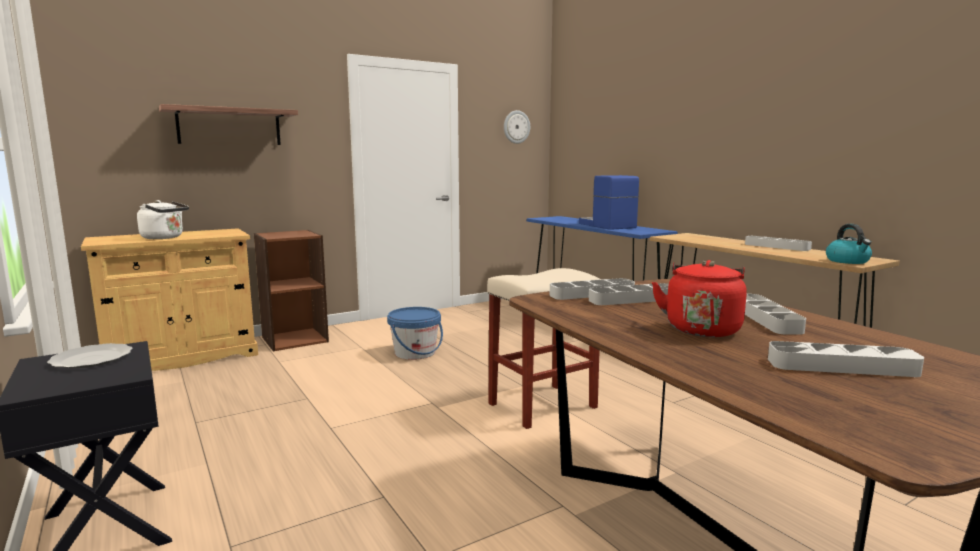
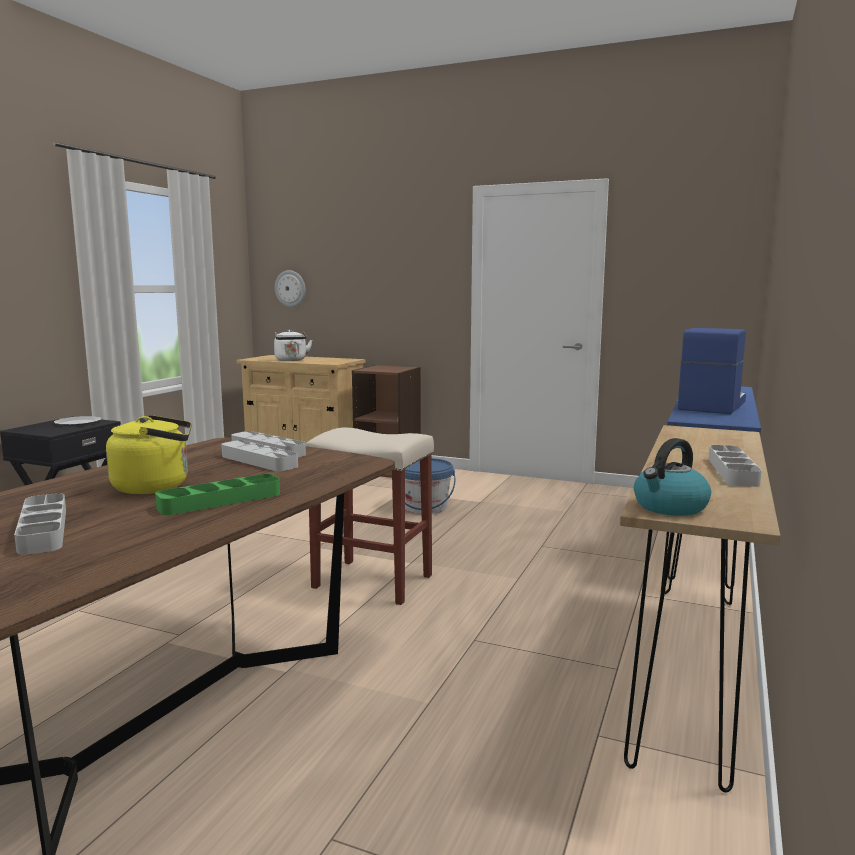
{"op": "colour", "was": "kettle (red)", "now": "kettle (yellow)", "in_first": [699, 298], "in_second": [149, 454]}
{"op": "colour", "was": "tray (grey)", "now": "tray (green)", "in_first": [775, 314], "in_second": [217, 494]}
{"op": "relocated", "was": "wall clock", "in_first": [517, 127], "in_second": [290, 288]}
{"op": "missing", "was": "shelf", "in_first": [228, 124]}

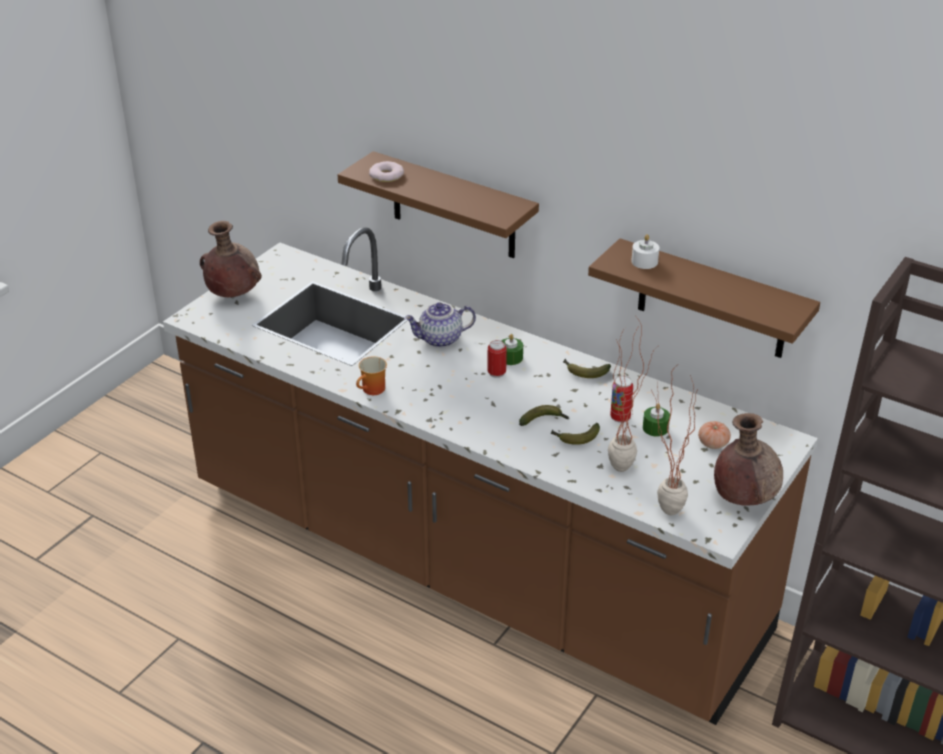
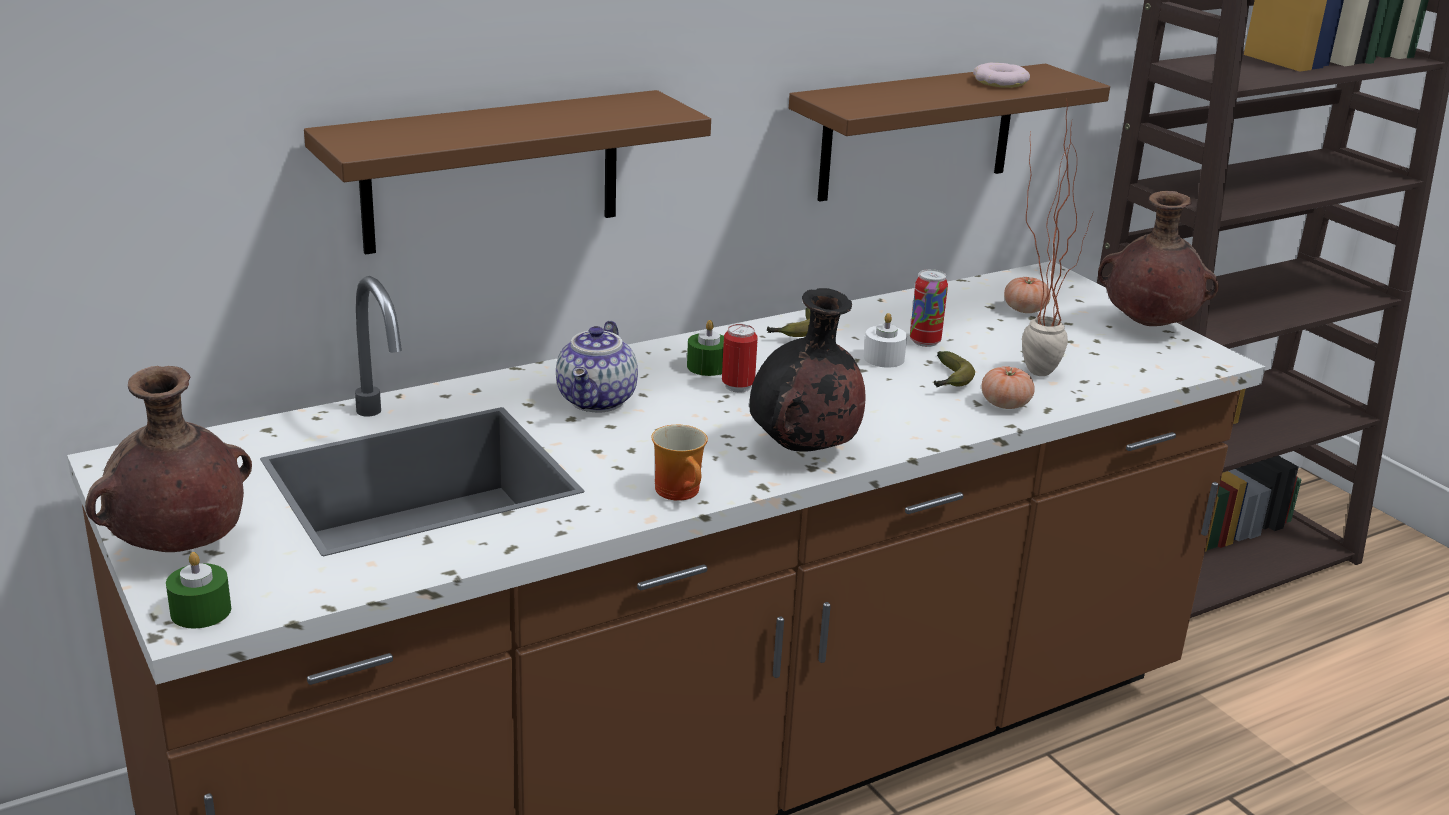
{"op": "relocated", "was": "candle (green)", "in_first": [656, 420], "in_second": [198, 590]}
{"op": "appeared", "now": "vase (black)", "in_second": [807, 369]}
{"op": "relocated", "was": "candle (white)", "in_first": [645, 251], "in_second": [885, 340]}
{"op": "relocated", "was": "donut", "in_first": [386, 171], "in_second": [1001, 75]}
{"op": "appeared", "now": "tomato", "in_second": [1008, 387]}
{"op": "missing", "was": "banana", "in_first": [544, 415]}
{"op": "missing", "was": "potted plant", "in_first": [674, 440]}

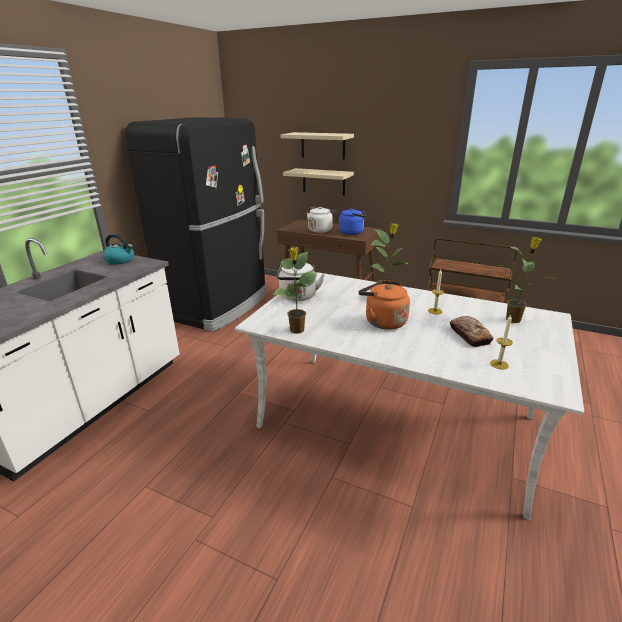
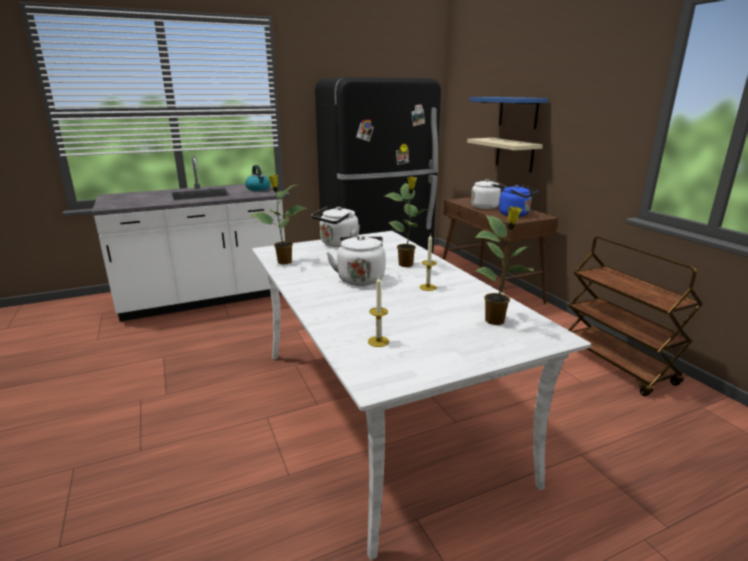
{"op": "colour", "was": "kettle (orange)", "now": "kettle (white)", "in_first": [384, 305], "in_second": [355, 260]}
{"op": "colour", "was": "shelf (beige)", "now": "shelf (blue)", "in_first": [317, 146], "in_second": [509, 113]}
{"op": "missing", "was": "bread", "in_first": [471, 331]}

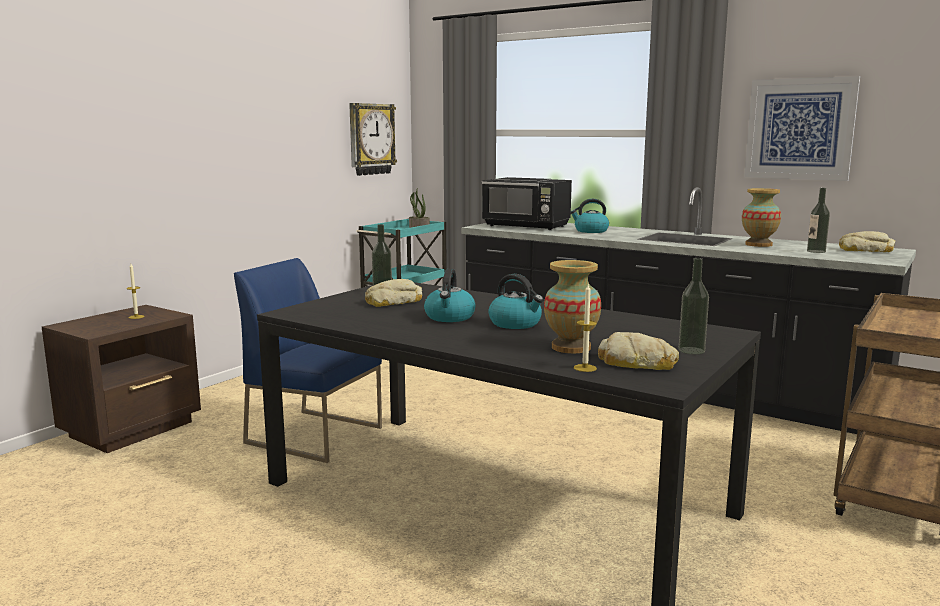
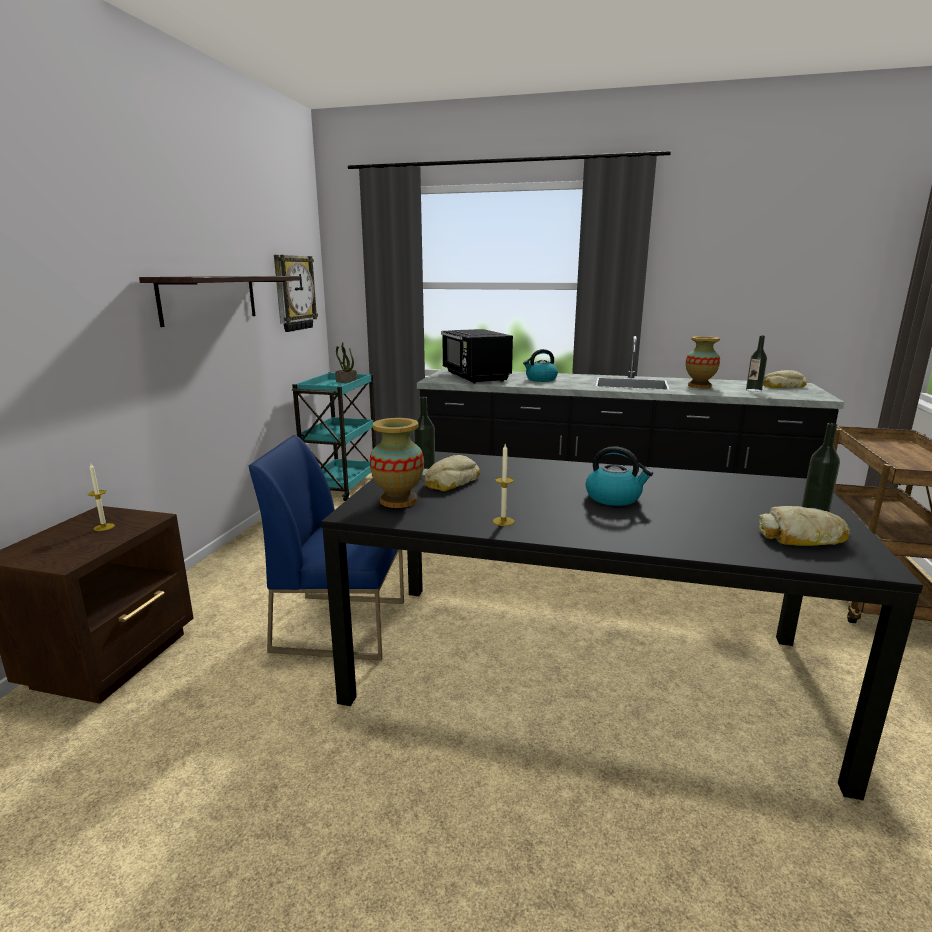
{"op": "appeared", "now": "shelf", "in_second": [219, 301]}
{"op": "relocated", "was": "vase", "in_first": [572, 306], "in_second": [397, 463]}
{"op": "spun", "was": "microwave (black)", "in_first": [527, 203], "in_second": [477, 356], "clockwise": 60}
{"op": "relocated", "was": "candle", "in_first": [585, 328], "in_second": [503, 485]}
{"op": "missing", "was": "kettle", "in_first": [449, 295]}
{"op": "missing", "was": "picture", "in_first": [802, 128]}

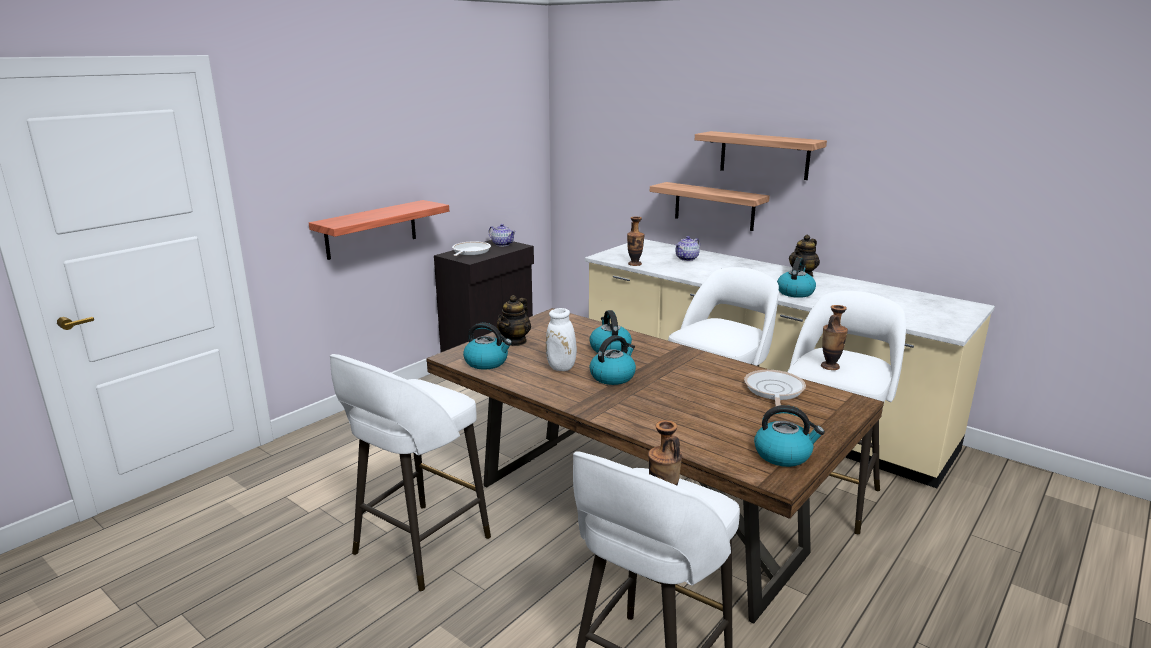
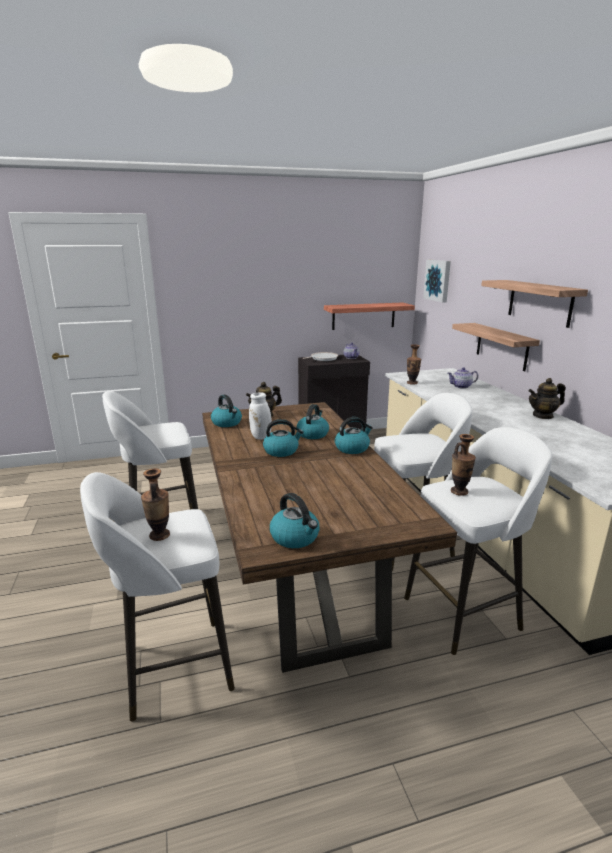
{"op": "relocated", "was": "shelf", "in_first": [379, 230], "in_second": [369, 316]}
{"op": "relocated", "was": "kettle", "in_first": [796, 278], "in_second": [354, 435]}
{"op": "appeared", "now": "picture", "in_second": [437, 281]}
{"op": "missing", "was": "frying pan", "in_first": [775, 388]}

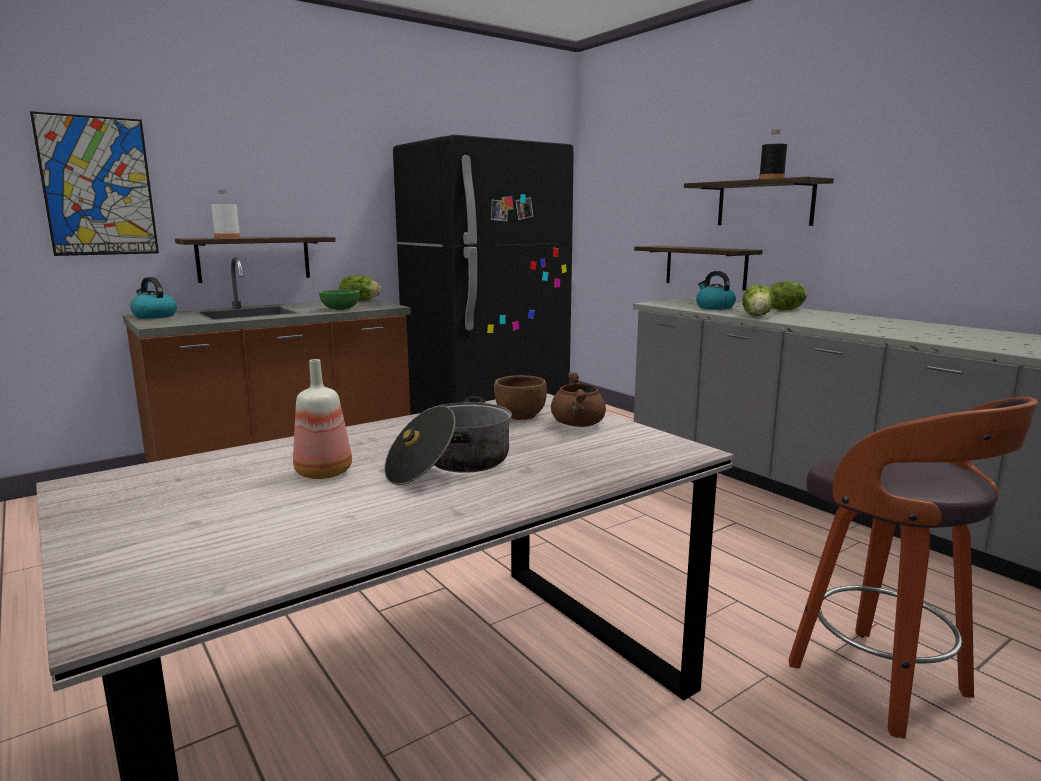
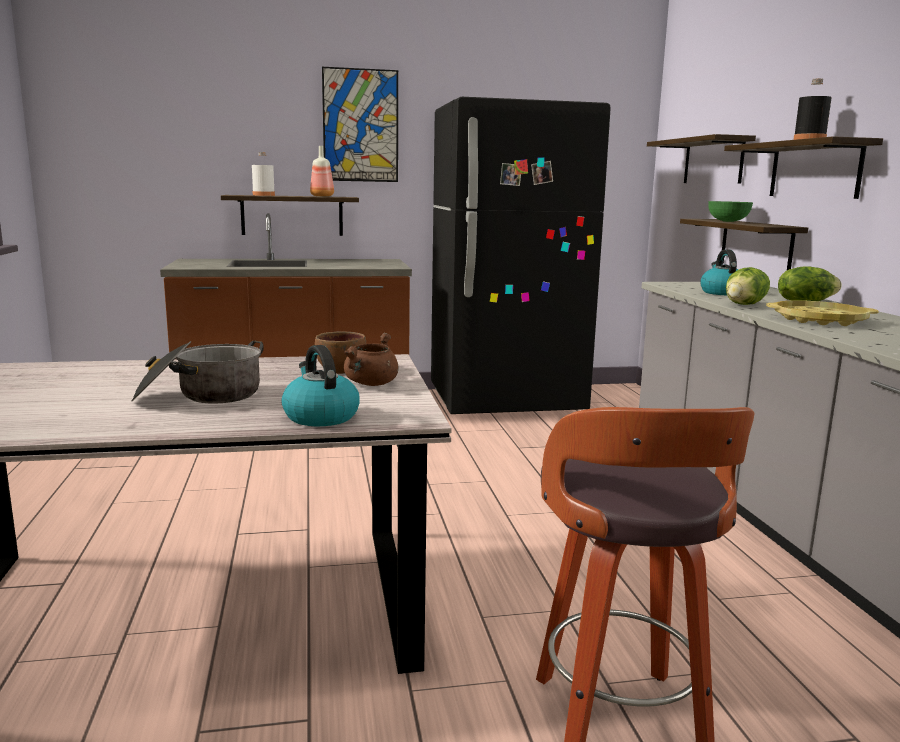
{"op": "relocated", "was": "kettle", "in_first": [153, 298], "in_second": [320, 385]}
{"op": "relocated", "was": "bottle", "in_first": [322, 419], "in_second": [322, 171]}
{"op": "relocated", "was": "picture", "in_first": [94, 183], "in_second": [360, 124]}
{"op": "appeared", "now": "shelf", "in_second": [701, 158]}
{"op": "relocated", "was": "bowl (green)", "in_first": [339, 300], "in_second": [730, 211]}
{"op": "appeared", "now": "tray (yellow)", "in_second": [822, 313]}
{"op": "missing", "was": "lettuce", "in_first": [360, 288]}

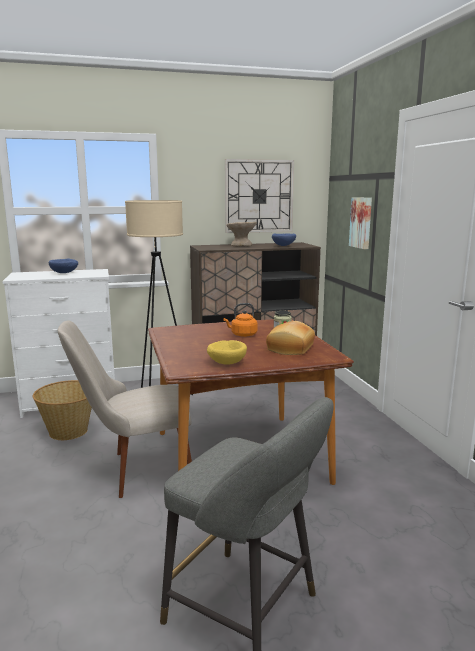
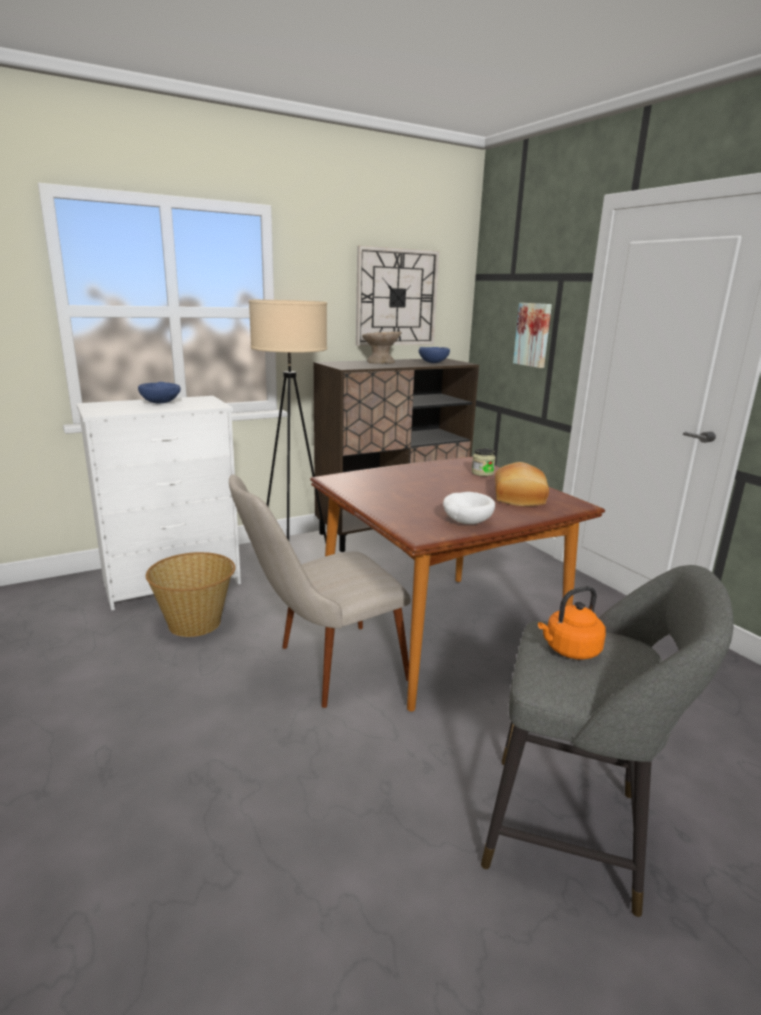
{"op": "colour", "was": "bowl (yellow)", "now": "bowl (white)", "in_first": [227, 352], "in_second": [469, 508]}
{"op": "relocated", "was": "kettle (orange)", "in_first": [240, 320], "in_second": [572, 623]}

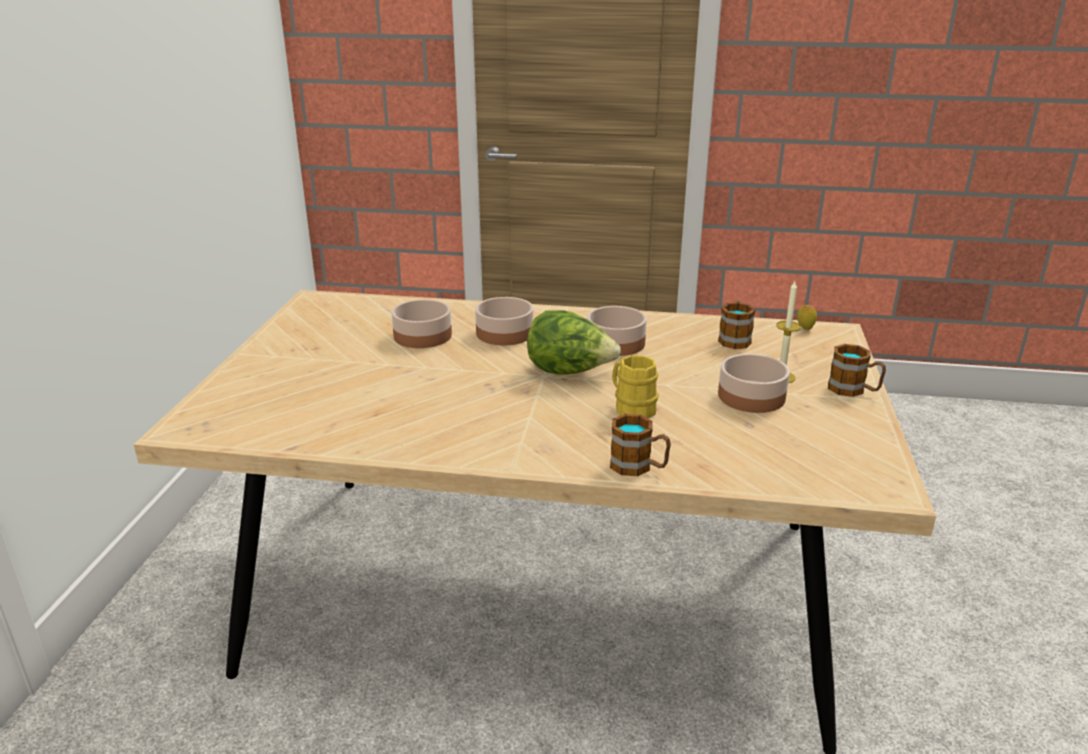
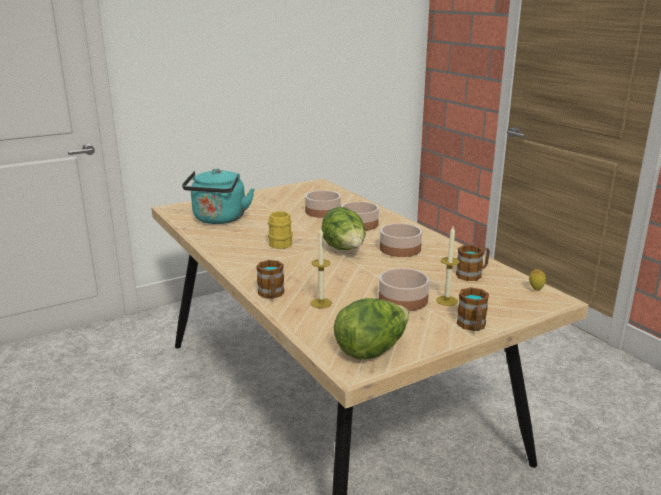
{"op": "appeared", "now": "kettle (turquoise)", "in_second": [218, 196]}
{"op": "relocated", "was": "mug (yellow)", "in_first": [635, 386], "in_second": [280, 230]}
{"op": "appeared", "now": "candle", "in_second": [321, 268]}
{"op": "appeared", "now": "lettuce", "in_second": [371, 329]}

